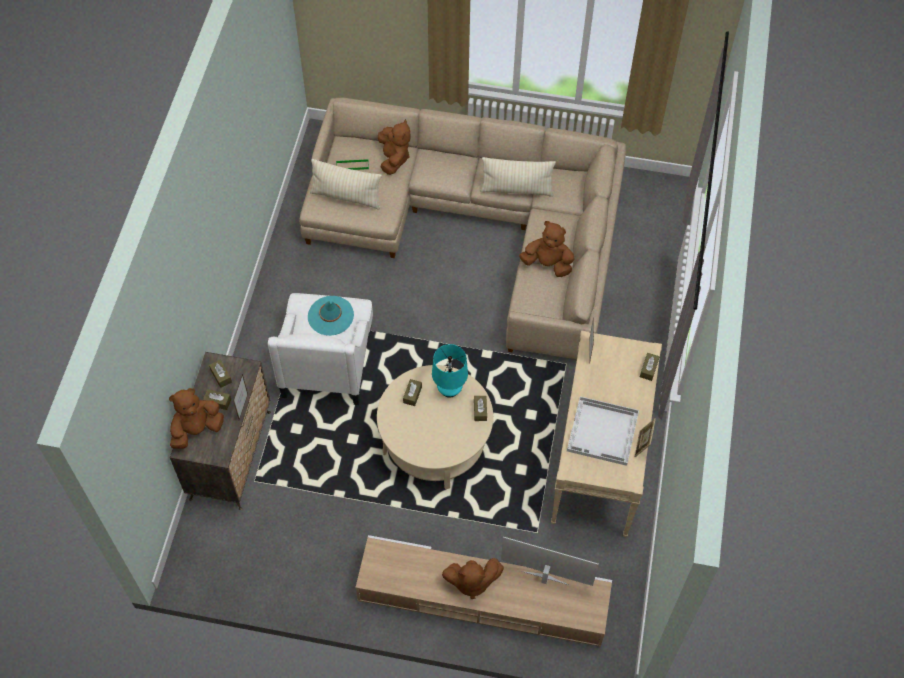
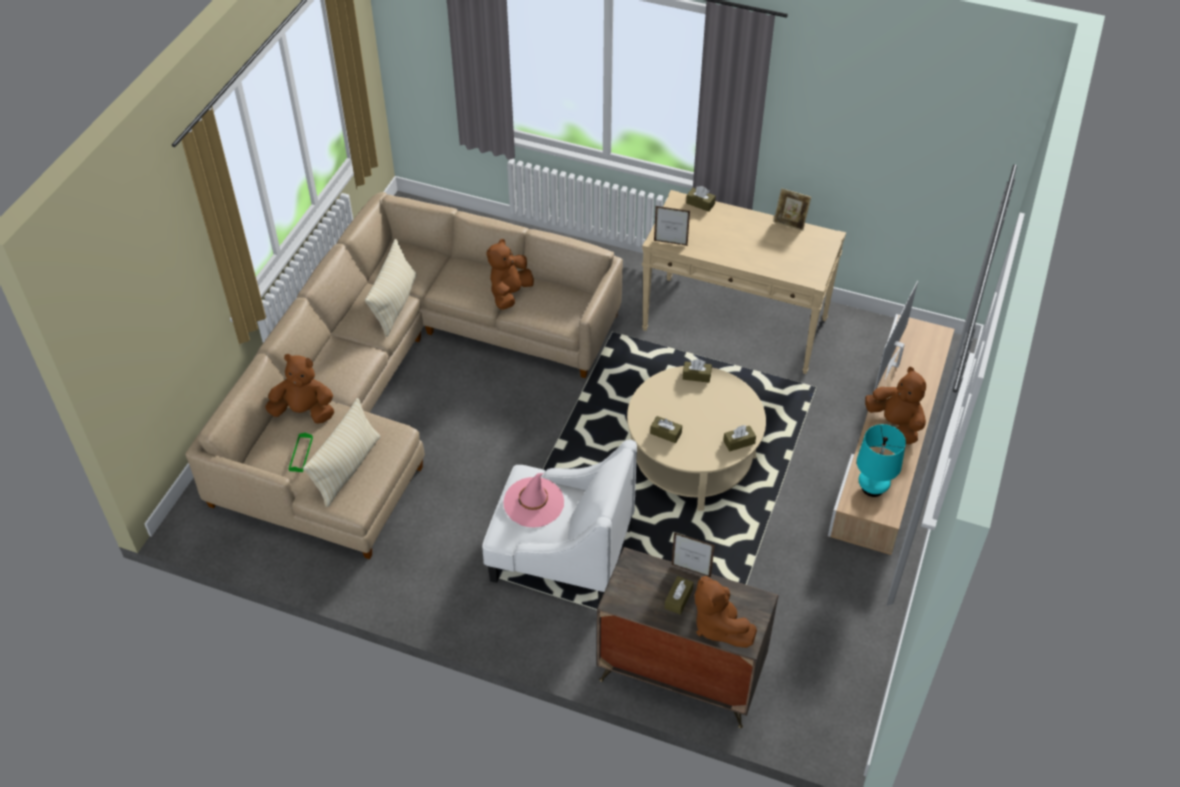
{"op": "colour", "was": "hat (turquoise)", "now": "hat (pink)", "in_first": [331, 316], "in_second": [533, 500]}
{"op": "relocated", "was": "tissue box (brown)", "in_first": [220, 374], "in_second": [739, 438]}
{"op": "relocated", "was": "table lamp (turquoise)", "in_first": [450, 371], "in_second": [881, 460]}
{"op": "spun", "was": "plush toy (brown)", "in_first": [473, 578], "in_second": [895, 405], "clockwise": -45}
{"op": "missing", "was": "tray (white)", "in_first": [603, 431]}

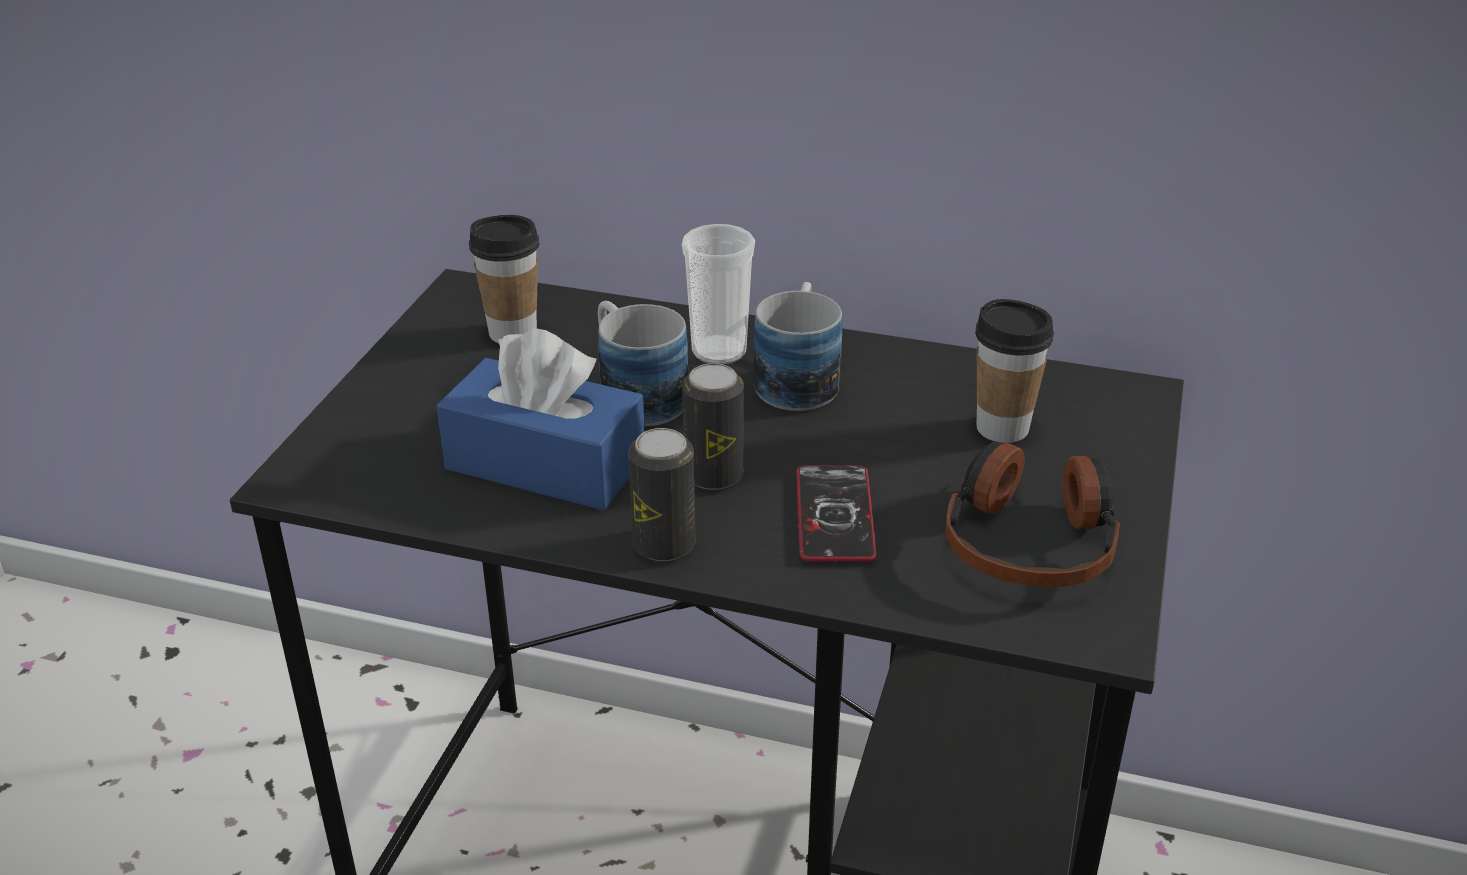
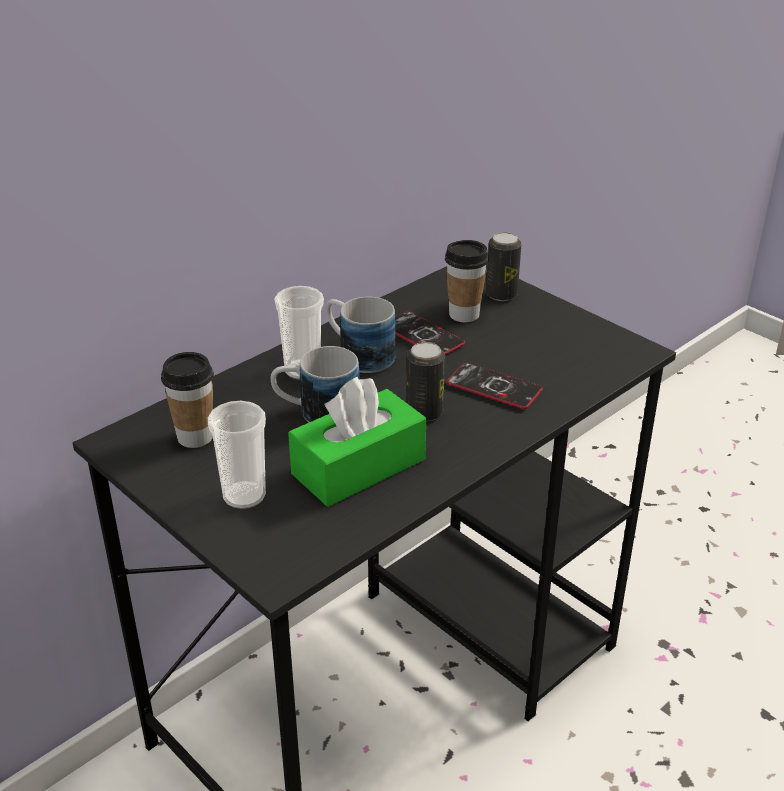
{"op": "appeared", "now": "cup", "in_second": [237, 455]}
{"op": "colour", "was": "tissue box (blue)", "now": "tissue box (green)", "in_first": [541, 419], "in_second": [357, 442]}
{"op": "appeared", "now": "phone", "in_second": [430, 333]}
{"op": "relocated", "was": "can", "in_first": [662, 494], "in_second": [503, 266]}
{"op": "missing", "was": "headphones", "in_first": [1033, 514]}

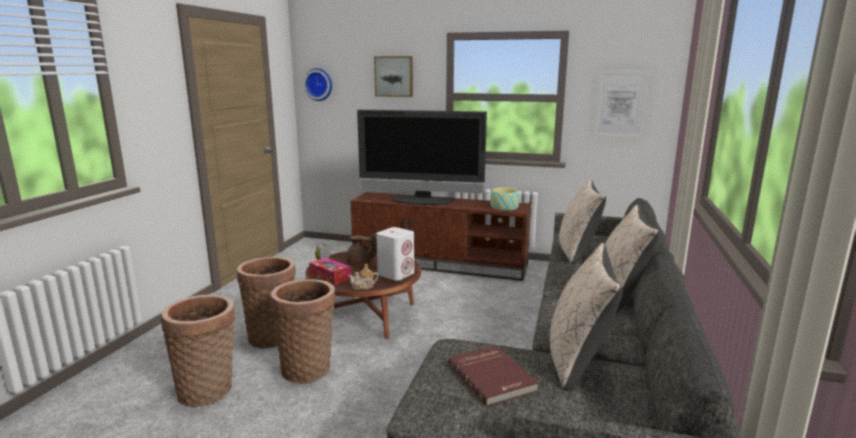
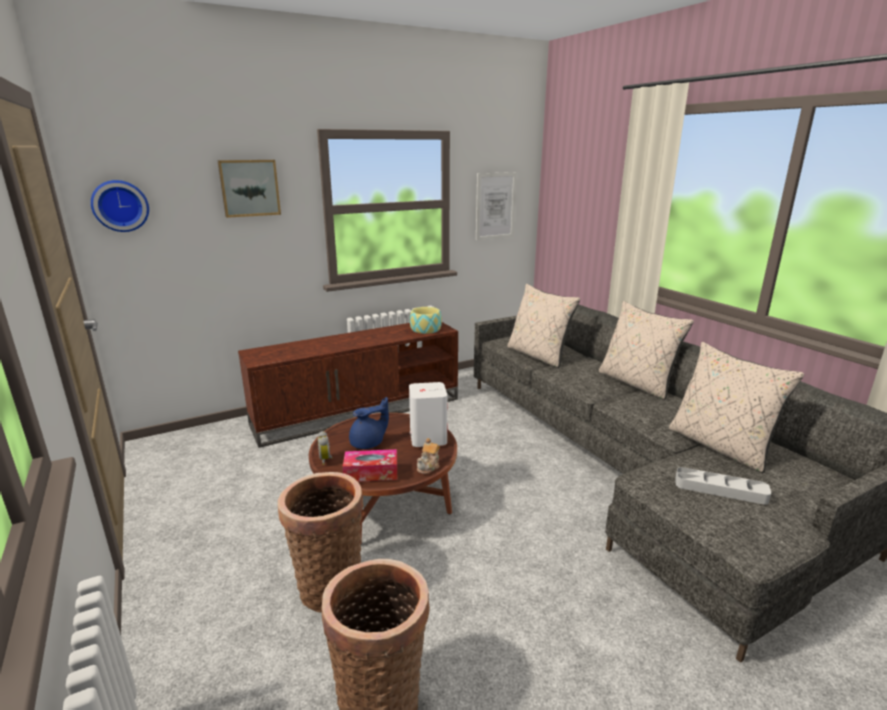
{"op": "colour", "was": "teapot (brown)", "now": "teapot (blue)", "in_first": [361, 249], "in_second": [369, 423]}
{"op": "exchanged", "was": "book (red)", "now": "tray (grey)", "in_first": [494, 376], "in_second": [723, 486]}
{"op": "missing", "was": "basket", "in_first": [303, 331]}
{"op": "missing", "was": "television", "in_first": [422, 157]}

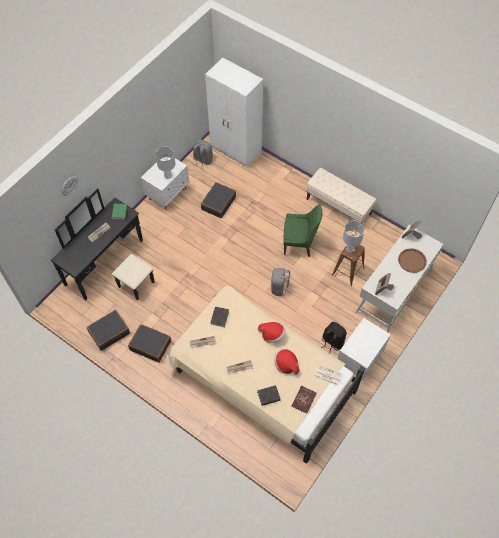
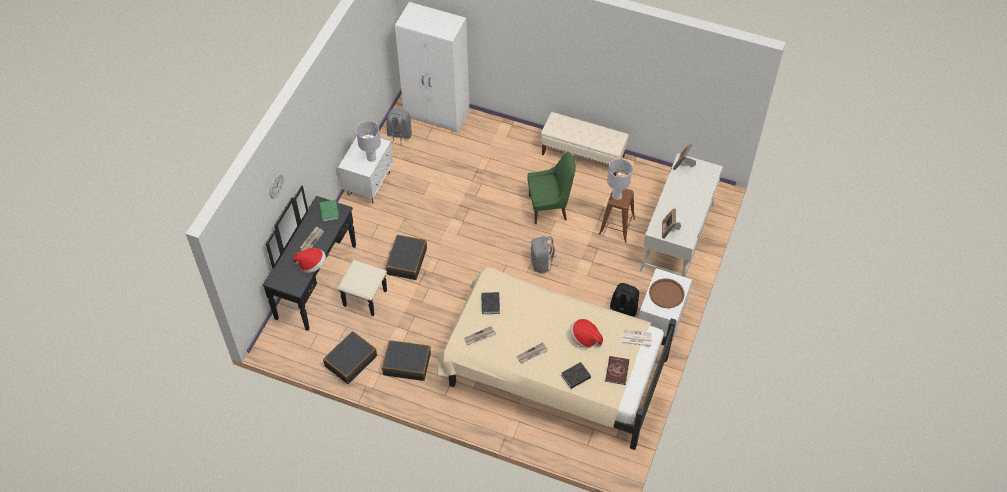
{"op": "relocated", "was": "hat", "in_first": [272, 332], "in_second": [309, 260]}
{"op": "relocated", "was": "suitcase (black)", "in_first": [218, 200], "in_second": [406, 257]}
{"op": "relocated", "was": "tray (brown)", "in_first": [412, 260], "in_second": [667, 293]}

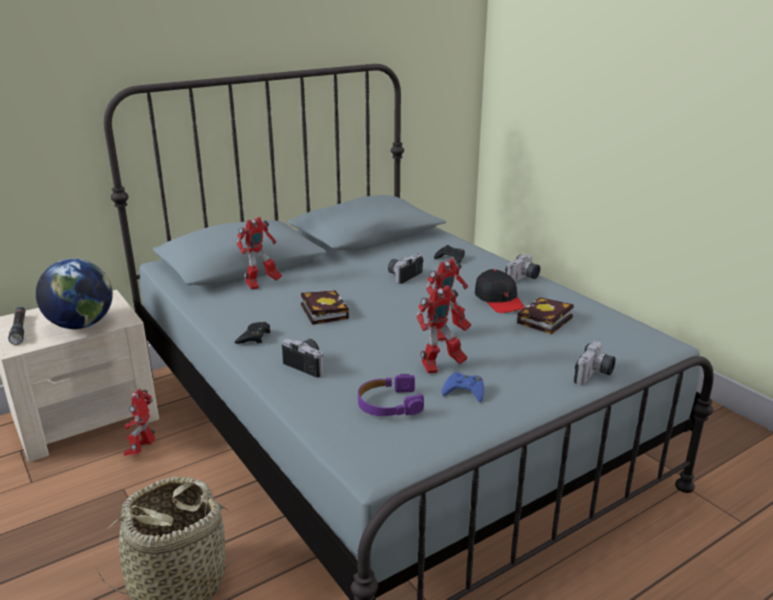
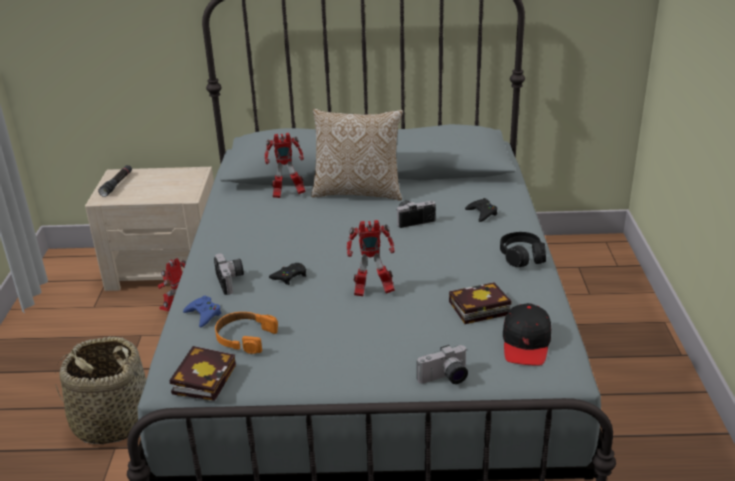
{"op": "relocated", "was": "book", "in_first": [325, 307], "in_second": [203, 373]}
{"op": "relocated", "was": "game controller (blue)", "in_first": [462, 387], "in_second": [202, 311]}
{"op": "colour", "was": "headphones (purple)", "now": "headphones (orange)", "in_first": [391, 395], "in_second": [246, 333]}
{"op": "relocated", "was": "game controller (black)", "in_first": [252, 333], "in_second": [287, 274]}
{"op": "appeared", "now": "pillow", "in_second": [357, 155]}
{"op": "exchanged", "was": "photo camera", "now": "headphones (black)", "in_first": [522, 268], "in_second": [523, 249]}
{"op": "relocated", "was": "cap (black)", "in_first": [500, 291], "in_second": [527, 334]}
{"op": "missing", "was": "globe", "in_first": [74, 294]}
{"op": "missing", "was": "toy robot", "in_first": [441, 329]}

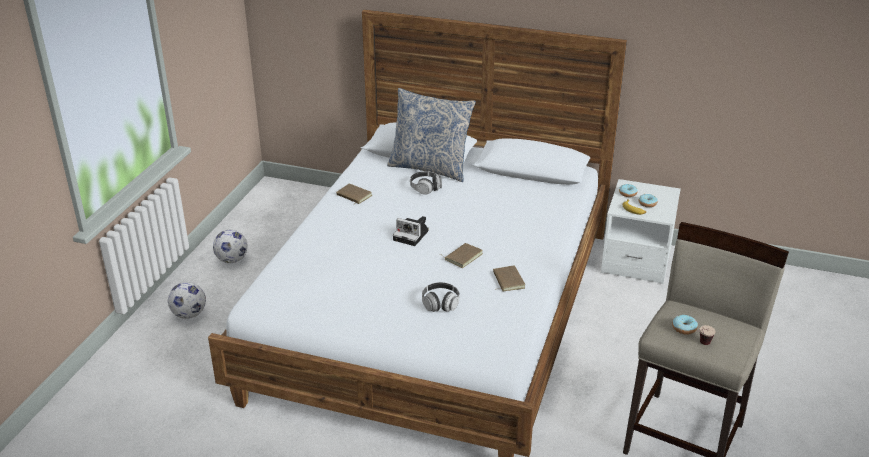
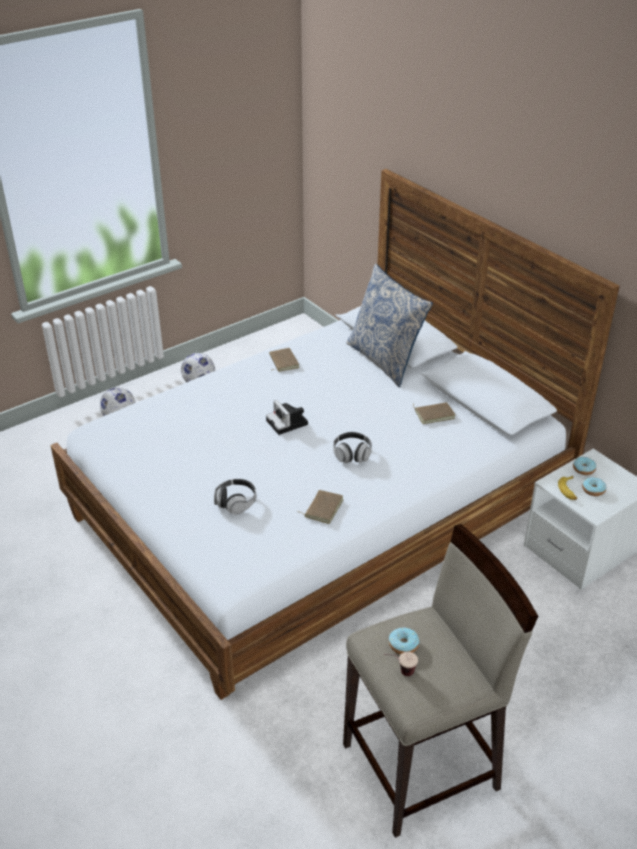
{"op": "relocated", "was": "headphones", "in_first": [426, 183], "in_second": [352, 447]}
{"op": "relocated", "was": "book (brown)", "in_first": [461, 255], "in_second": [434, 413]}

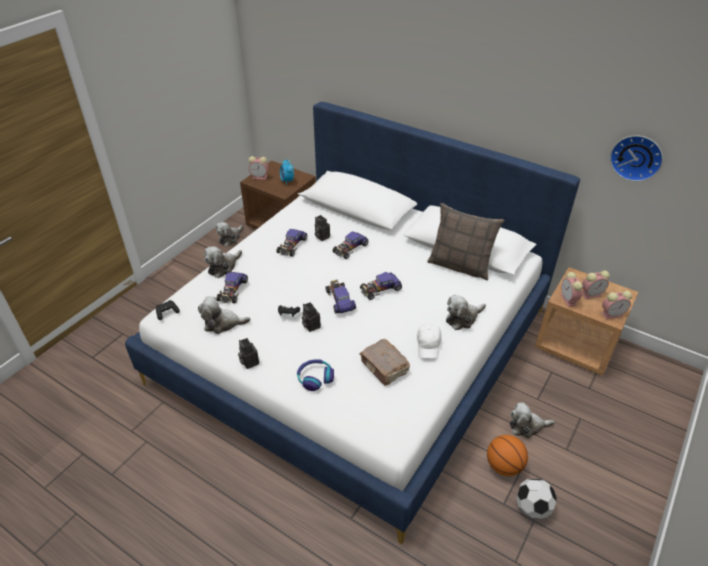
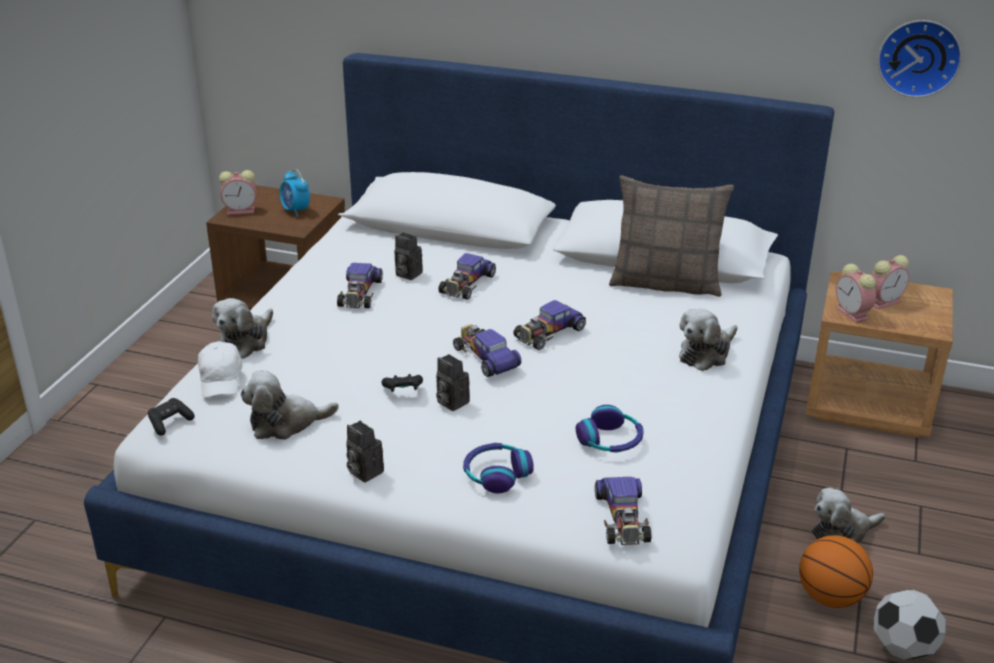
{"op": "relocated", "was": "cap (white)", "in_first": [429, 341], "in_second": [220, 369]}
{"op": "exchanged", "was": "book (brown)", "now": "headphones", "in_first": [385, 362], "in_second": [610, 428]}
{"op": "relocated", "was": "toy car", "in_first": [232, 287], "in_second": [623, 511]}
{"op": "missing", "was": "plush toy", "in_first": [229, 234]}
{"op": "missing", "was": "alarm clock", "in_first": [616, 305]}

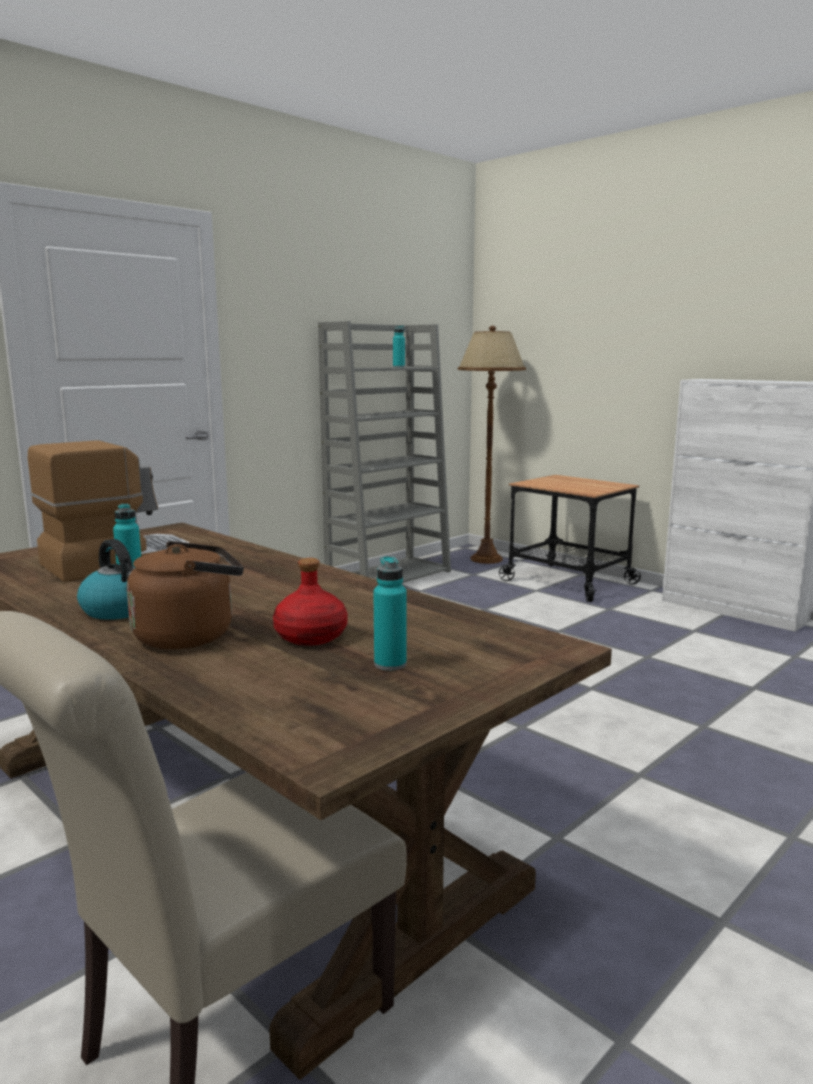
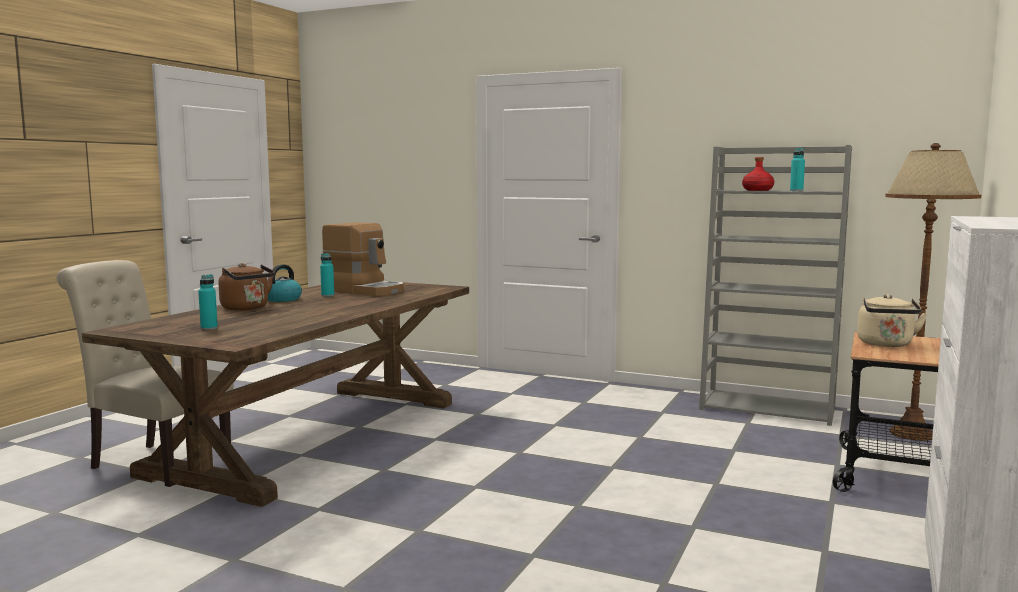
{"op": "relocated", "was": "bottle (red)", "in_first": [310, 602], "in_second": [758, 174]}
{"op": "appeared", "now": "kettle (beige)", "in_second": [892, 320]}

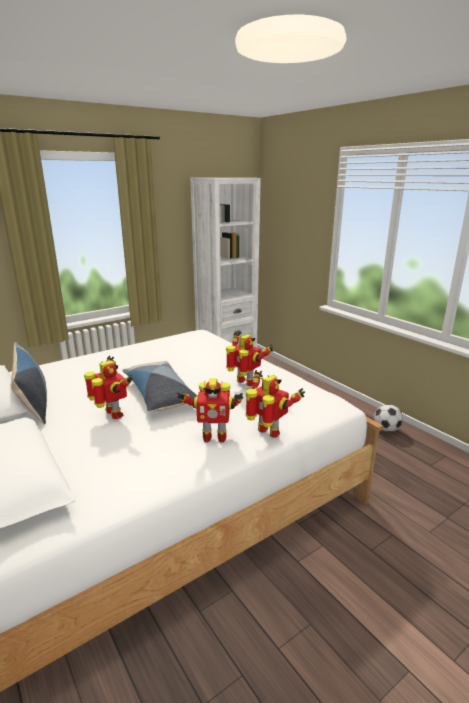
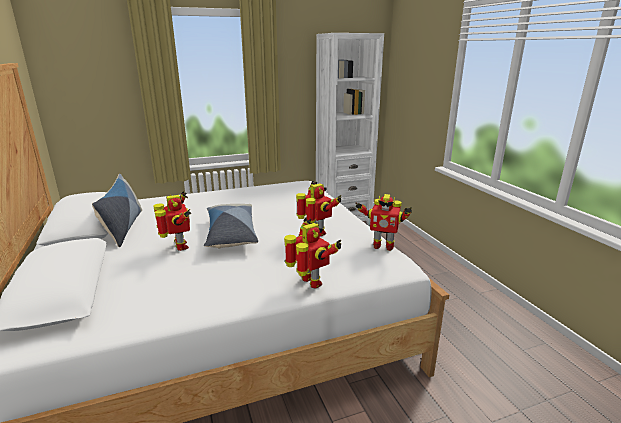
{"op": "relocated", "was": "toy robot", "in_first": [210, 410], "in_second": [383, 222]}
{"op": "missing", "was": "football", "in_first": [388, 418]}

